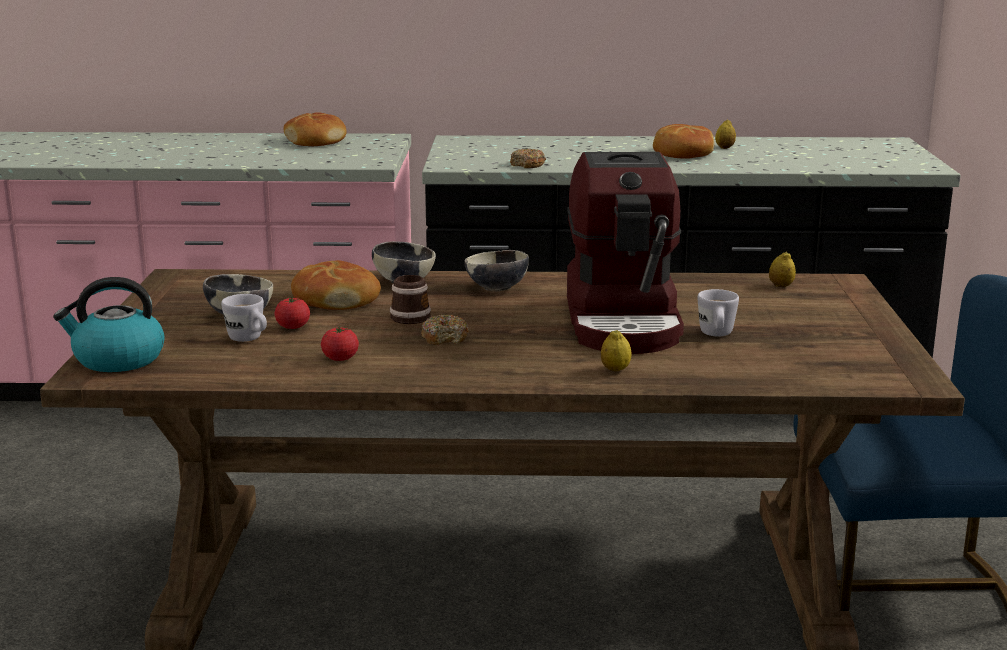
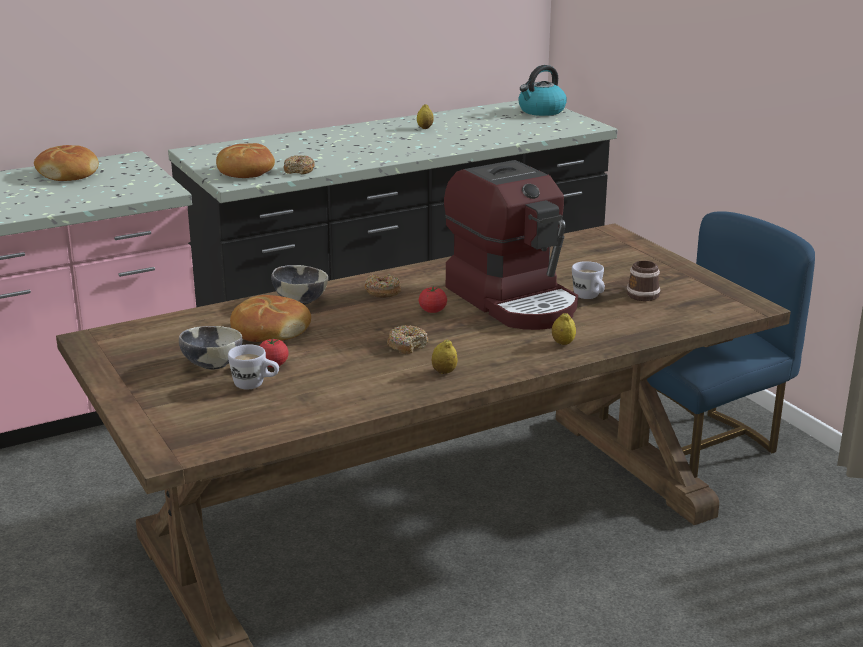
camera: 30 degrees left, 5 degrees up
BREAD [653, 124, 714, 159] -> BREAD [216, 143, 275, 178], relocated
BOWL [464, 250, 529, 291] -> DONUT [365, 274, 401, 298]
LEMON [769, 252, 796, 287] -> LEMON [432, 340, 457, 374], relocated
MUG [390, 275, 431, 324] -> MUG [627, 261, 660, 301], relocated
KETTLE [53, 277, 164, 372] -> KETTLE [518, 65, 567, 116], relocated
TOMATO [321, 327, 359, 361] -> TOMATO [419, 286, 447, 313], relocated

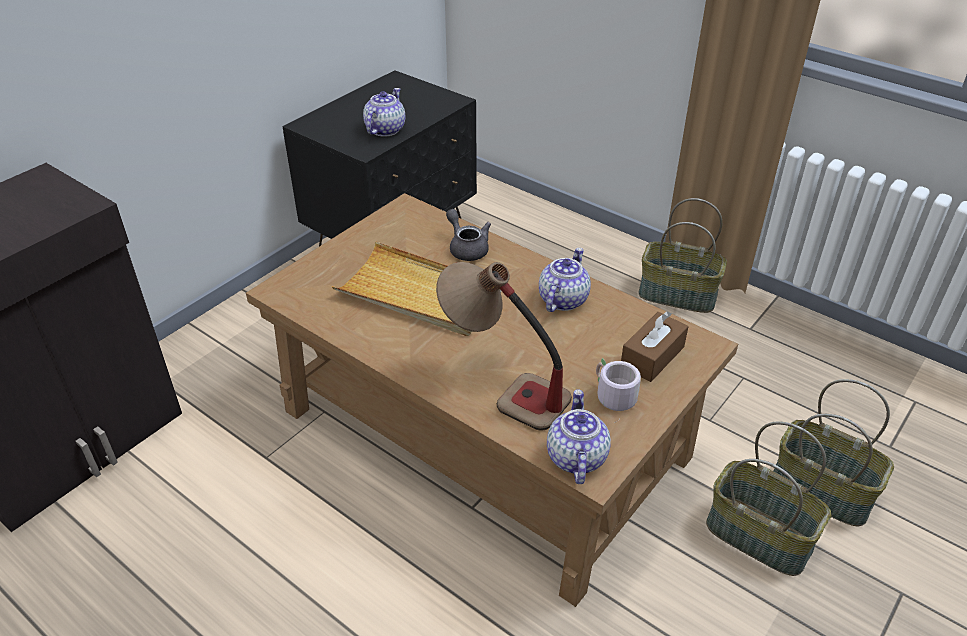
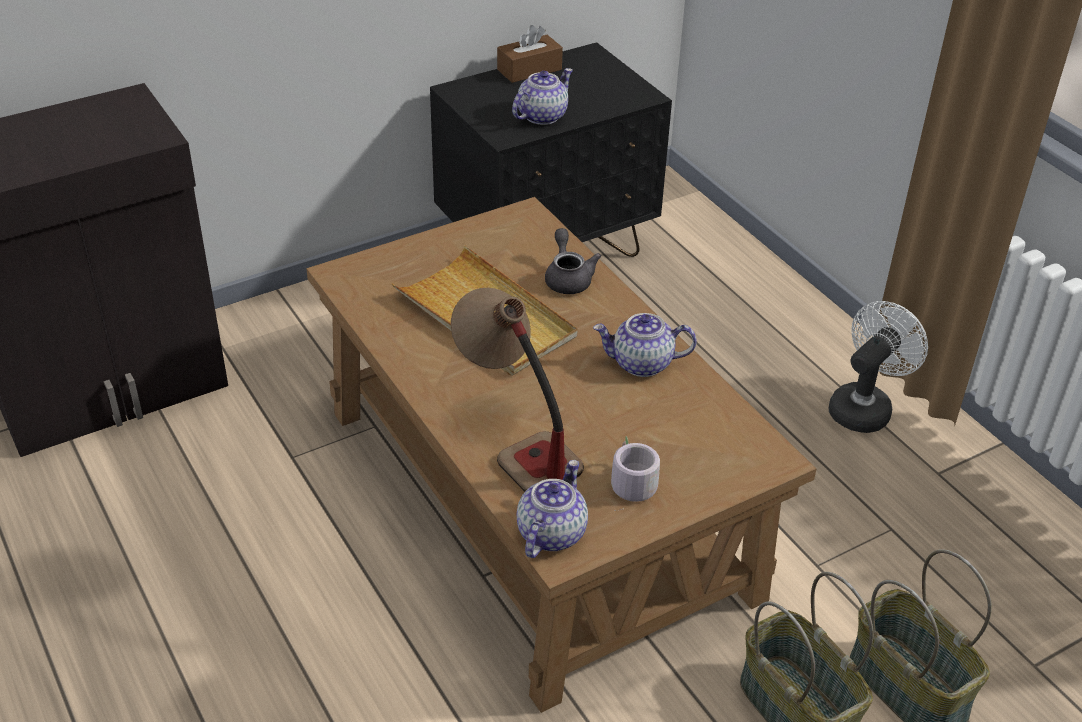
camera: 20 degrees right, 0 degrees up
BASKET [638, 198, 727, 313] -> WHITE FAN [828, 301, 928, 433]
TEAPOT [539, 248, 591, 312] -> TEAPOT [593, 313, 697, 377], 135 degrees counterclockwise
BROWN TISSUE BOX [621, 311, 689, 382] -> BROWN TISSUE BOX [497, 25, 563, 83], relocated

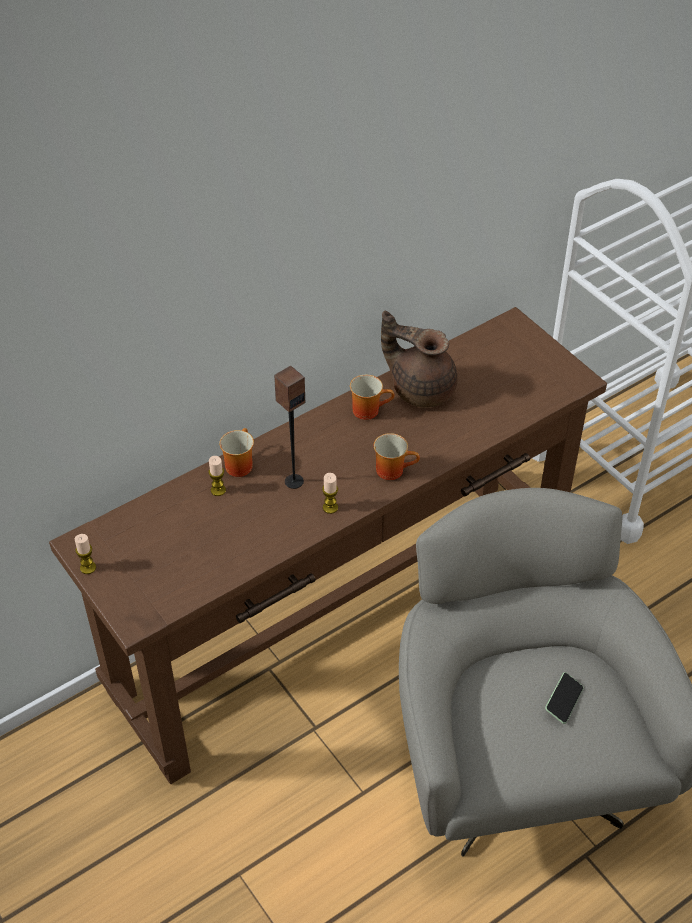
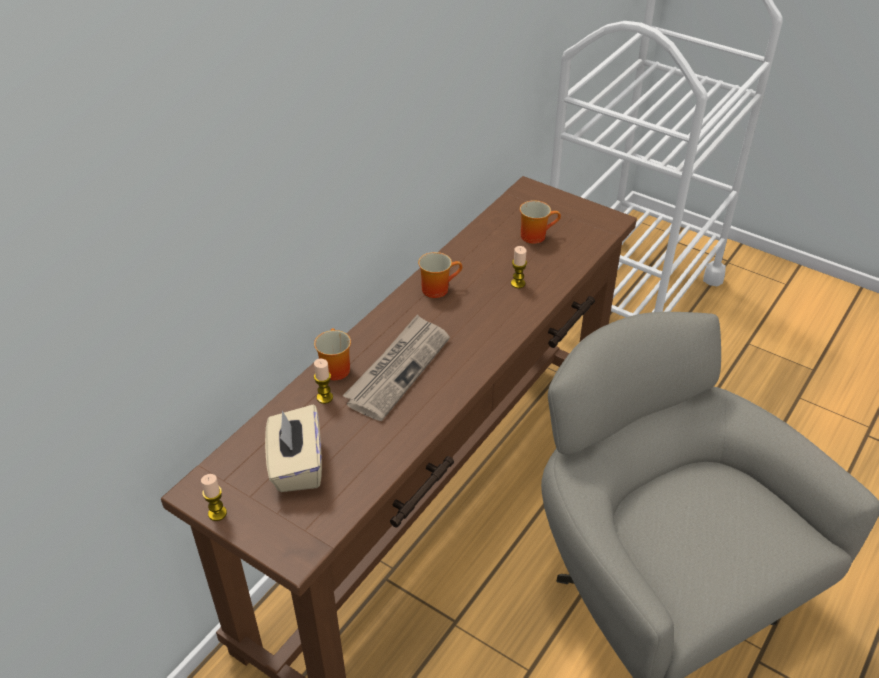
camera: 20 degrees left, 5 degrees down
BROWN TEAPOT [381, 311, 458, 408] -> none
SPEAKER [274, 366, 305, 489] -> NEWSPAPER [343, 314, 450, 421]
MUG [374, 433, 420, 480] -> MUG [520, 200, 561, 244], relocated
CANDLE [322, 473, 338, 514] -> CANDLE [511, 246, 527, 288], relocated
PHONE [545, 672, 584, 724] -> none
none -> BEIGE TISSUE BOX [265, 405, 322, 492]

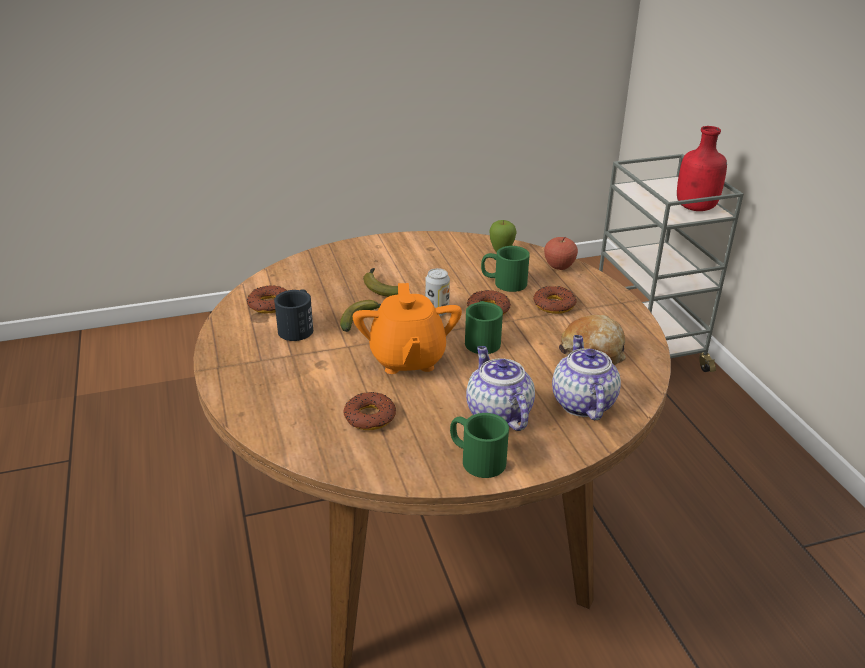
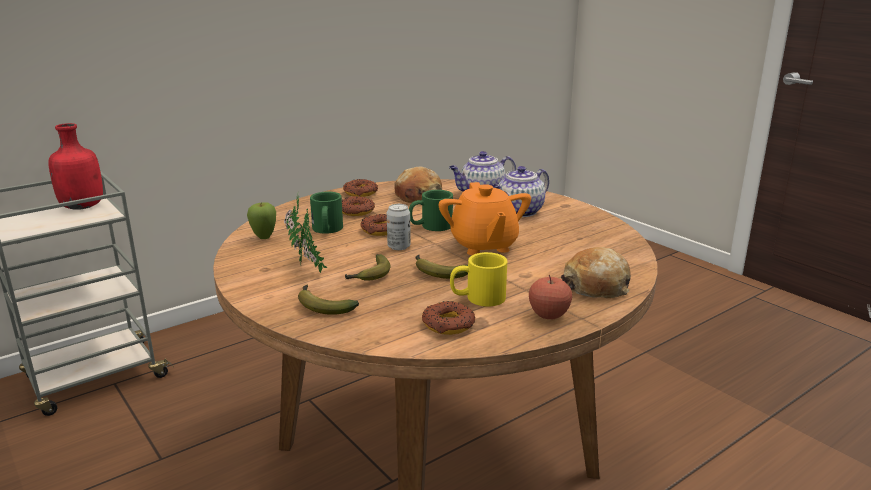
camera: 110 degrees left, 10 degrees down
APPLE [544, 236, 578, 270] -> APPLE [529, 274, 572, 319], relocated
ORANGE TEAPOT [353, 283, 462, 374] -> ORANGE TEAPOT [439, 182, 531, 255], 105 degrees clockwise
BLACK MUG [274, 289, 313, 341] -> YELLOW MUG [450, 252, 507, 306]
DONUT [343, 392, 396, 430] -> DONUT [343, 179, 378, 197], relocated
GREEN MUG [450, 413, 509, 478] -> none
none -> POTTED PLANT [284, 193, 328, 273]
none -> BREAD [561, 247, 631, 298]
none -> BANANA [298, 285, 359, 315]

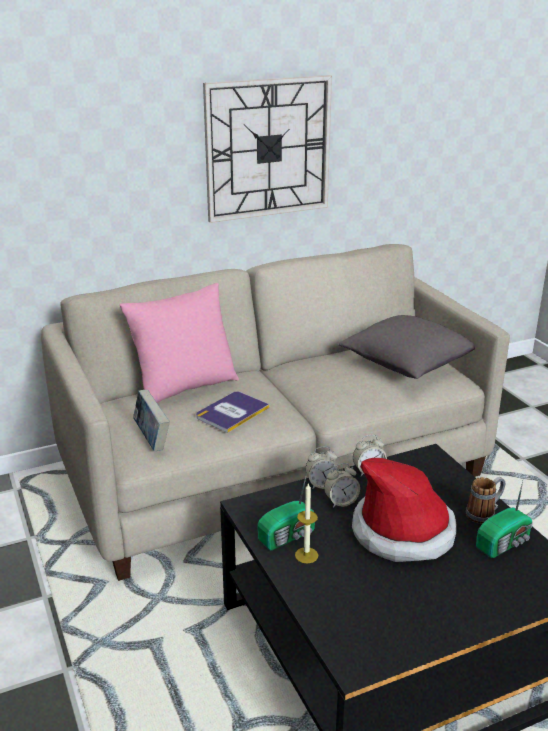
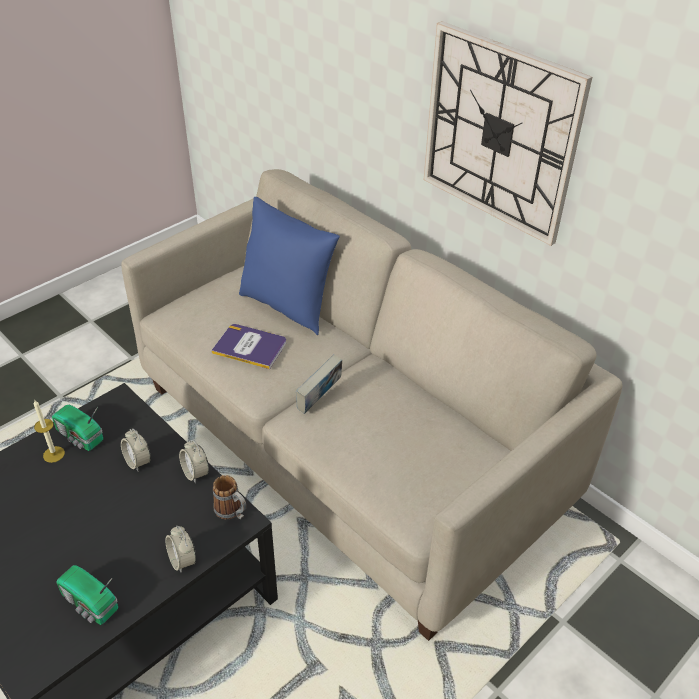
camera: 70 degrees right, 15 degrees up
PINK PILLOW [120, 283, 239, 403] -> BLUE PILLOW [239, 197, 340, 335]
GREY PILLOW [339, 315, 475, 379] -> none
BOOK [133, 390, 170, 451] -> BOOK [296, 354, 342, 414], relocated
ALARM CLOCK [305, 446, 339, 489] -> ALARM CLOCK [165, 526, 196, 573], relocated
HAT [352, 458, 457, 562] -> none
MUG [466, 477, 505, 524] -> MUG [213, 475, 247, 519], relocated

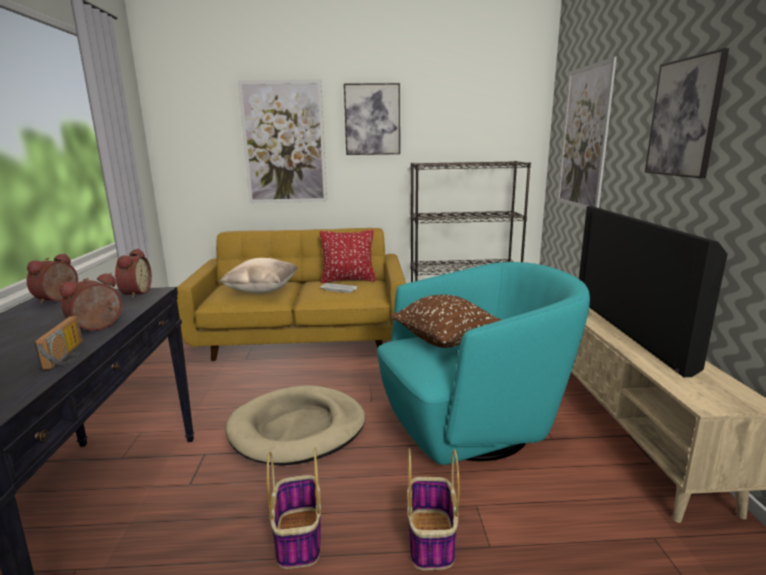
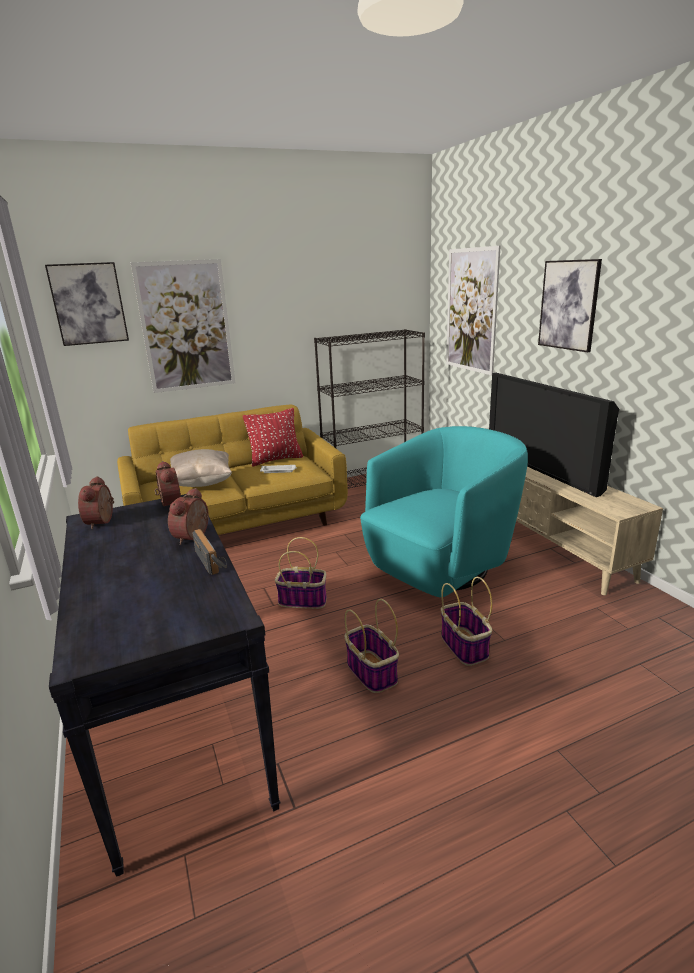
camera: 20 degrees left, 5 degrees up
PICTURE [344, 83, 400, 155] -> PICTURE [45, 262, 129, 346], relocated
BROWN PILLOW [390, 295, 502, 348] -> none
BEIGE DOG BED [225, 386, 365, 466] -> BASKET [275, 537, 327, 609]

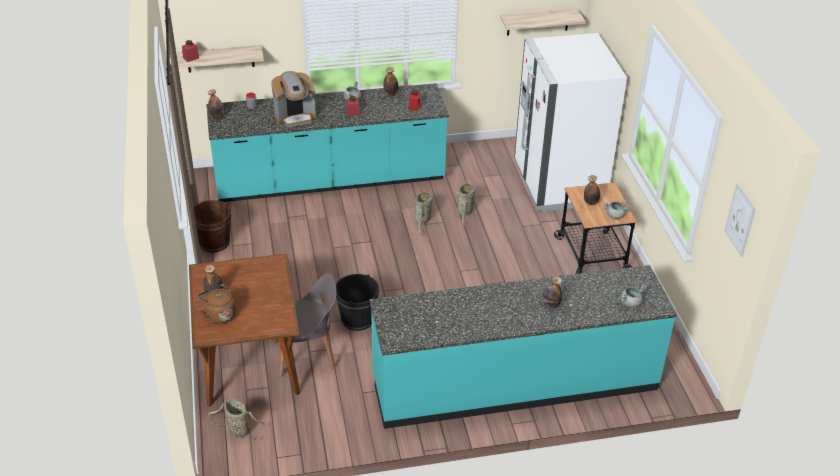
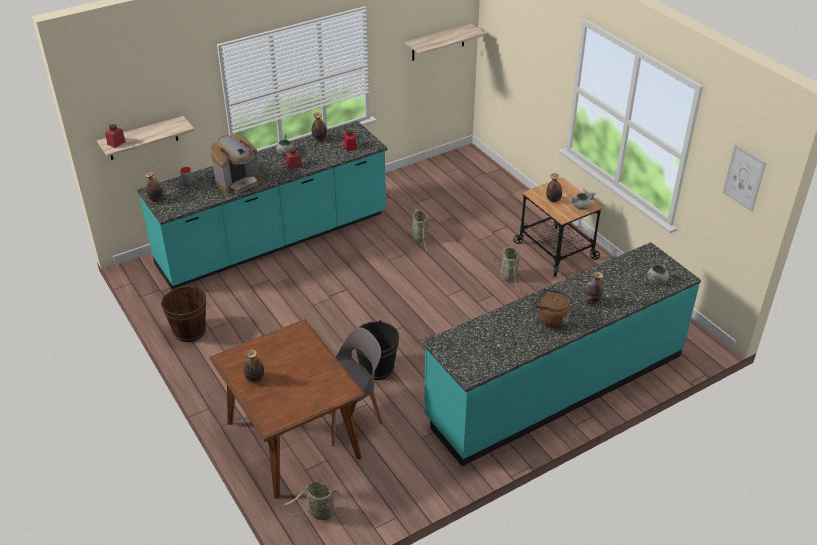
camera: 20 degrees left, 0 degrees up
WHITE FRIDGE [514, 33, 627, 211] -> none
BASKET [413, 189, 432, 235] -> BASKET [491, 246, 521, 292], relocated
BROWN KETTLE [198, 284, 236, 324] -> BROWN KETTLE [534, 289, 570, 329], relocated

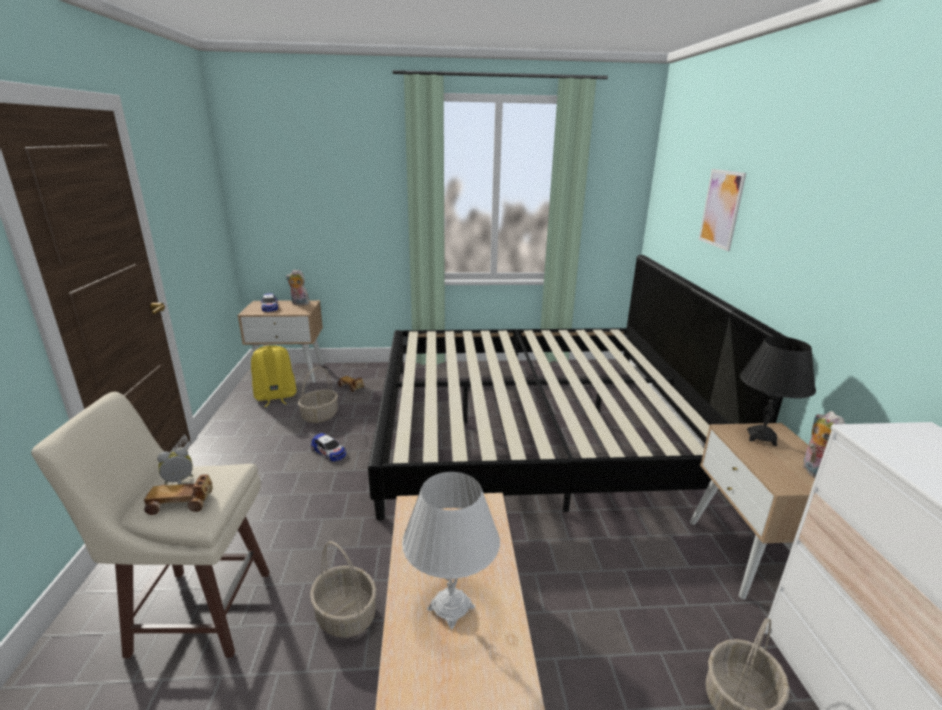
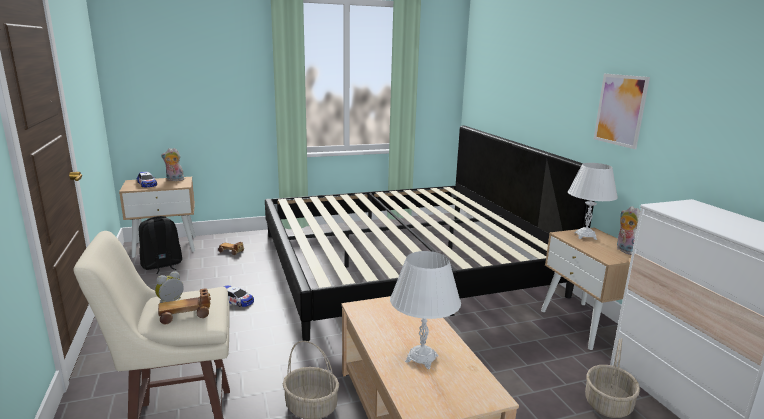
camera: 15 degrees left, 5 degrees down
PICTURE [698, 169, 746, 251] -> PICTURE [594, 74, 650, 149], relocated
BLACK TABLE LAMP [740, 336, 816, 446] -> WHITE TABLE LAMP [568, 163, 618, 240]
YELLOW BACKPACK [251, 345, 297, 407] -> BLACK BACKPACK [139, 216, 182, 274]
BASKET [298, 367, 338, 423] -> none

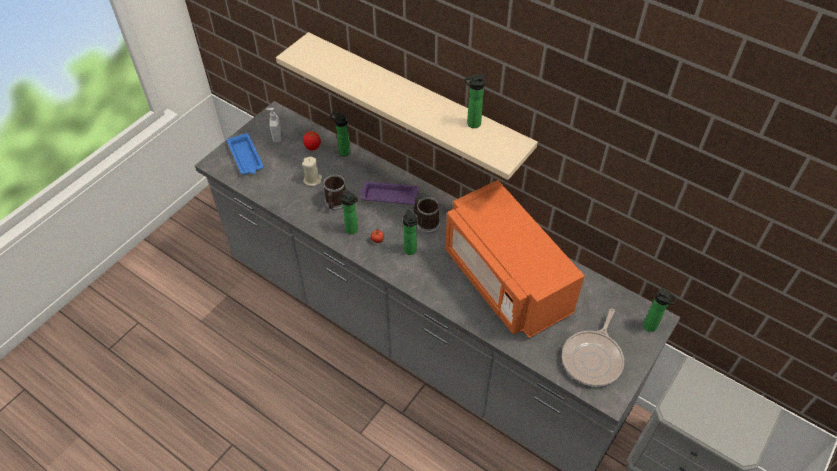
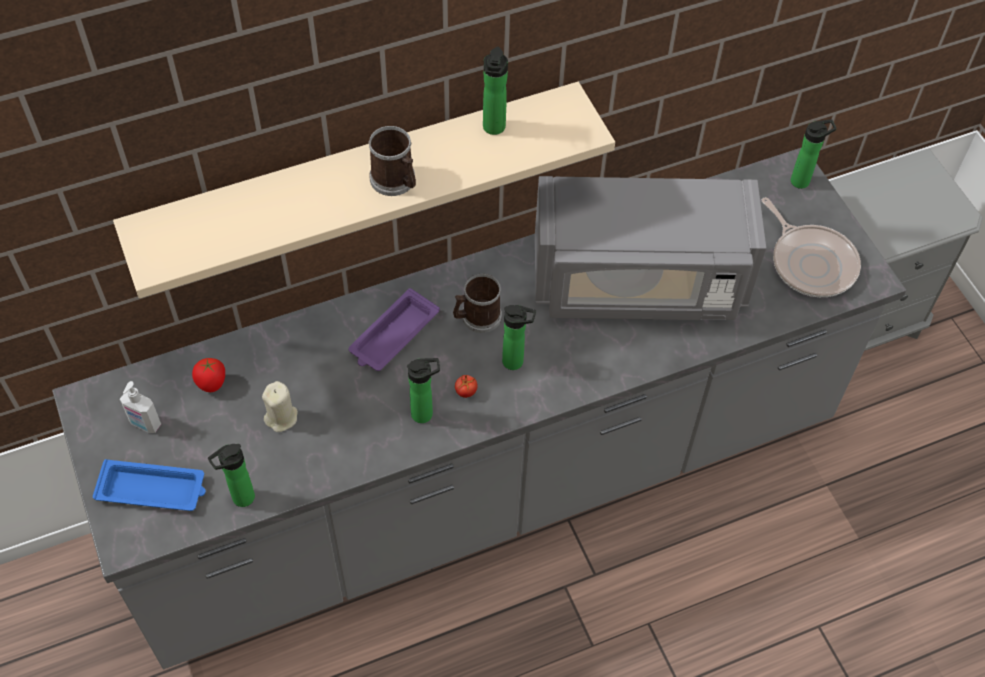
camera: 60 degrees left, 5 degrees up
BOTTLE [330, 112, 350, 156] -> BOTTLE [208, 444, 255, 507], relocated
MUG [323, 174, 346, 210] -> MUG [368, 126, 416, 196], relocated
ORANGE MICROWAVE [445, 180, 585, 338] -> GREY MICROWAVE [535, 176, 766, 320]

